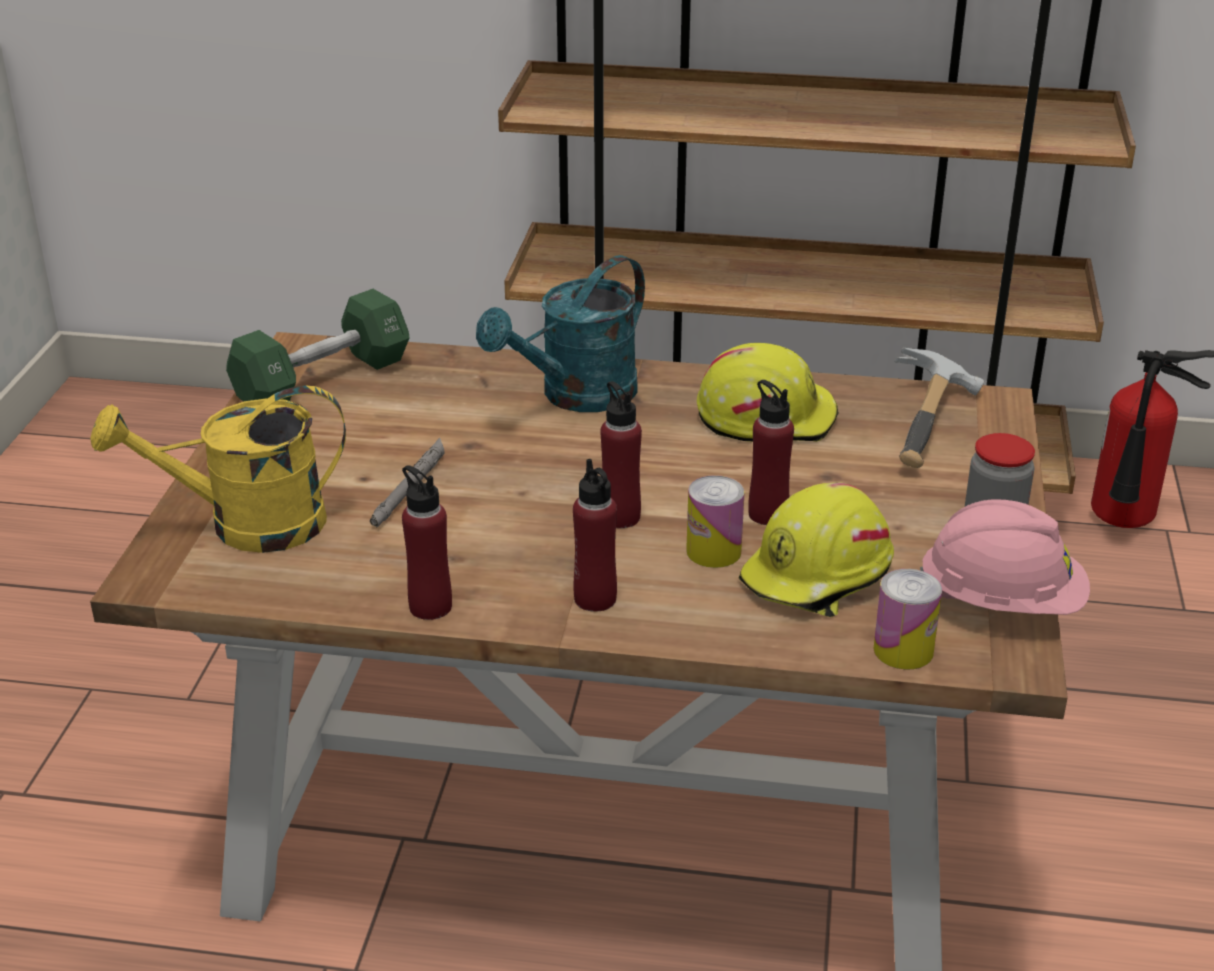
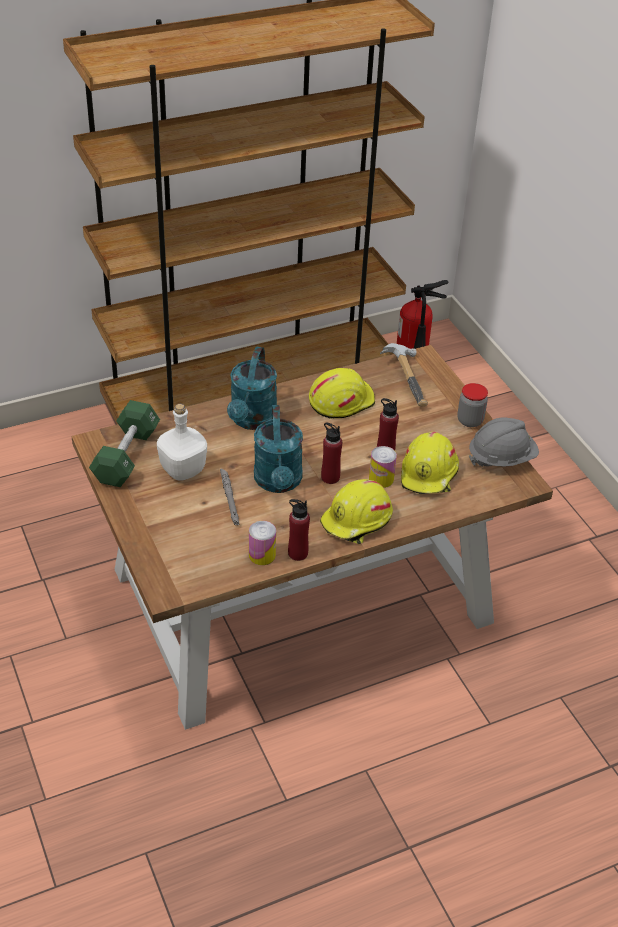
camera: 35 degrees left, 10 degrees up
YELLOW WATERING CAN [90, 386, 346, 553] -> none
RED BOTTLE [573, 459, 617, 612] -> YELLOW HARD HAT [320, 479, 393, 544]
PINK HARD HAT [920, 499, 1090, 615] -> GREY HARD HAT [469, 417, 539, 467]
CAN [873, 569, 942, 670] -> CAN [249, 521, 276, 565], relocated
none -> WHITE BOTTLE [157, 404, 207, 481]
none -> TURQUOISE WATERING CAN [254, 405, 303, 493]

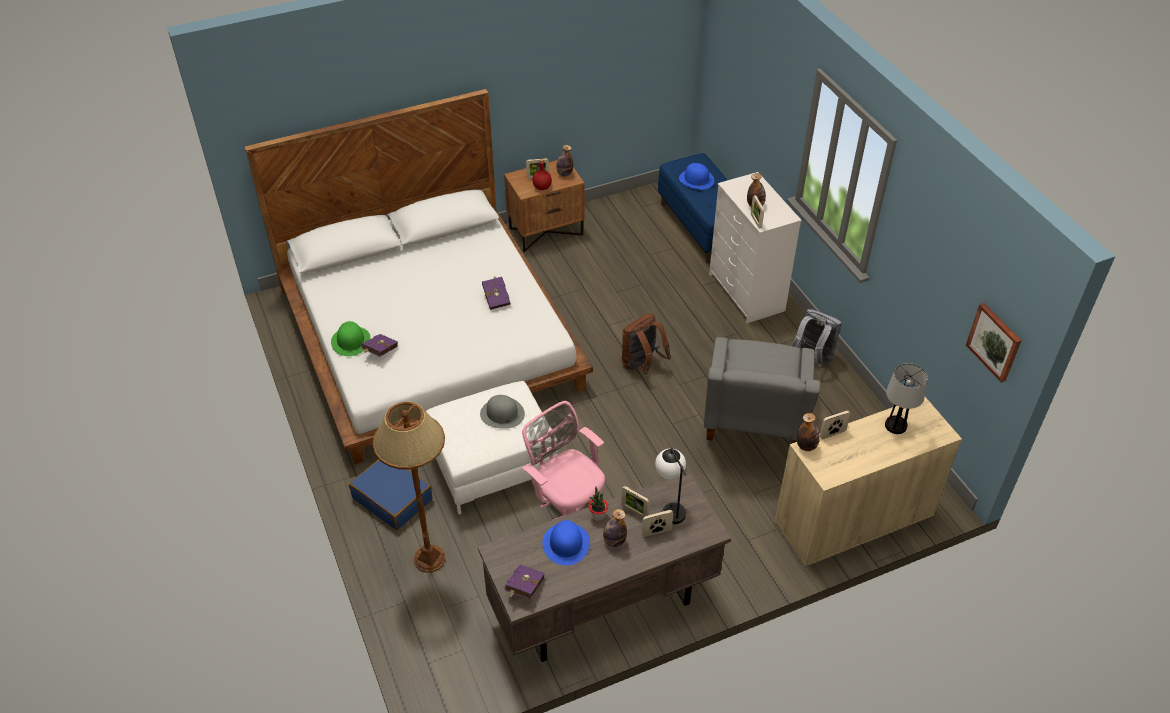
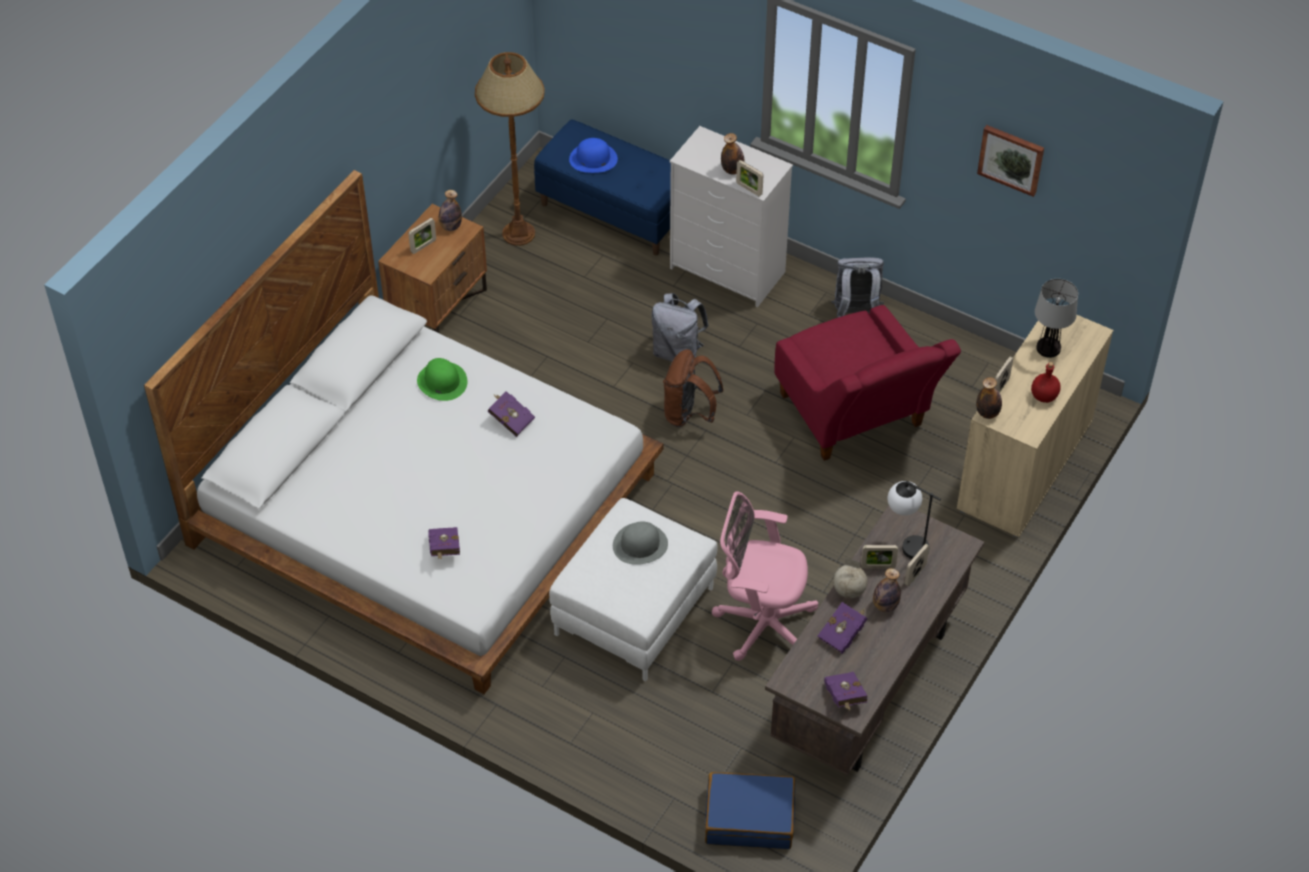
camera: 35 degrees left, 5 degrees up
RED BOTTLE [532, 159, 552, 190] -> RED BOTTLE [1031, 362, 1061, 403], relocated
PICTURE [966, 303, 1022, 383] -> PICTURE [977, 125, 1044, 197], relocated
GREEN HAT [331, 321, 370, 356] -> GREEN HAT [417, 358, 467, 401], relocated
GREY ARMCHAIR [704, 337, 821, 443] -> RED ARMCHAIR [774, 305, 961, 461]
BROWN FLOOR LAMP [373, 402, 445, 573] -> BROWN FLOOR LAMP [475, 52, 545, 246], relocated
BLUE SUITCASE [349, 459, 432, 530] -> BLUE SUITCASE [705, 772, 795, 849], relocated
POTTED PLANT [589, 487, 608, 521] -> GLOBE [834, 558, 867, 598]
BLUE HAT [542, 520, 590, 565] -> PURPLE BOOK [818, 602, 867, 654]
none -> GREY BACKPACK [652, 293, 709, 362]

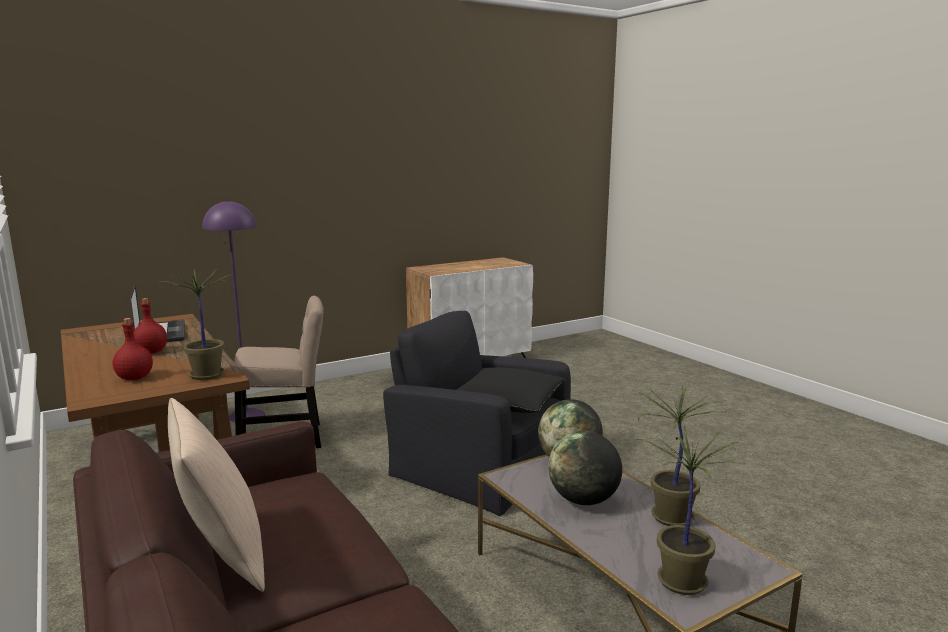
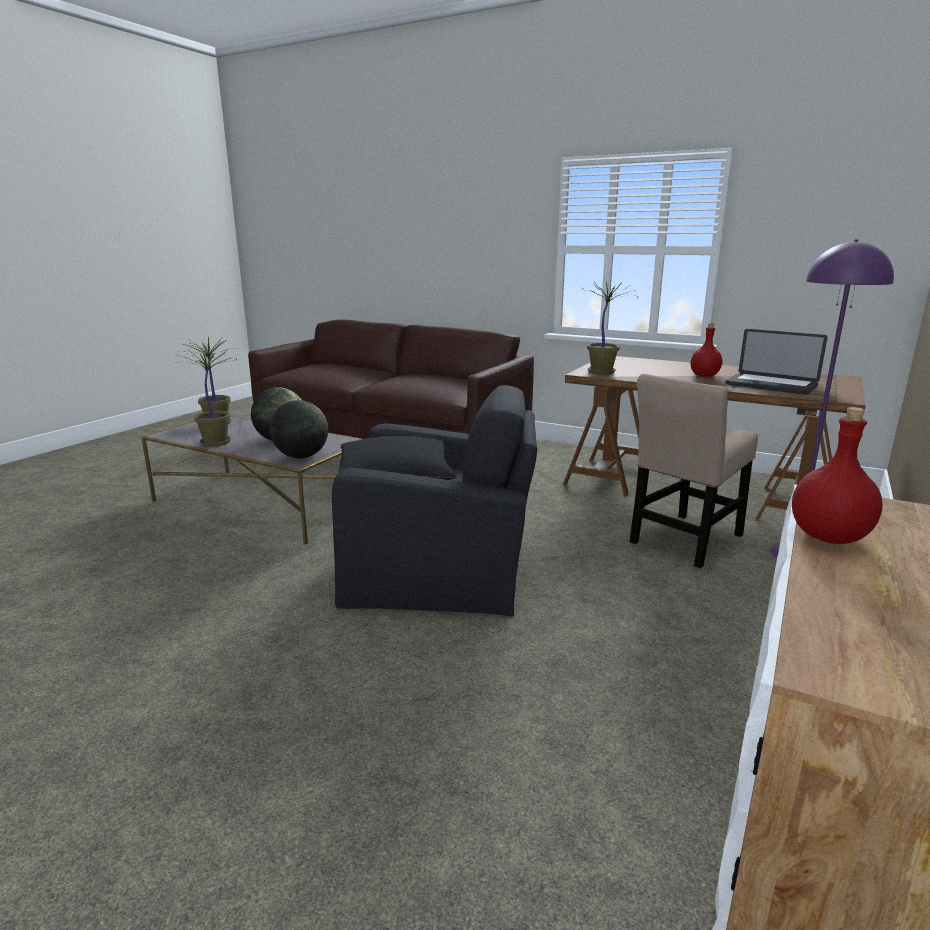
camera: 150 degrees right, 5 degrees up
RED BOTTLE [113, 318, 153, 380] -> RED BOTTLE [792, 407, 883, 544], relocated
BEIGE PILLOW [168, 398, 265, 592] -> none

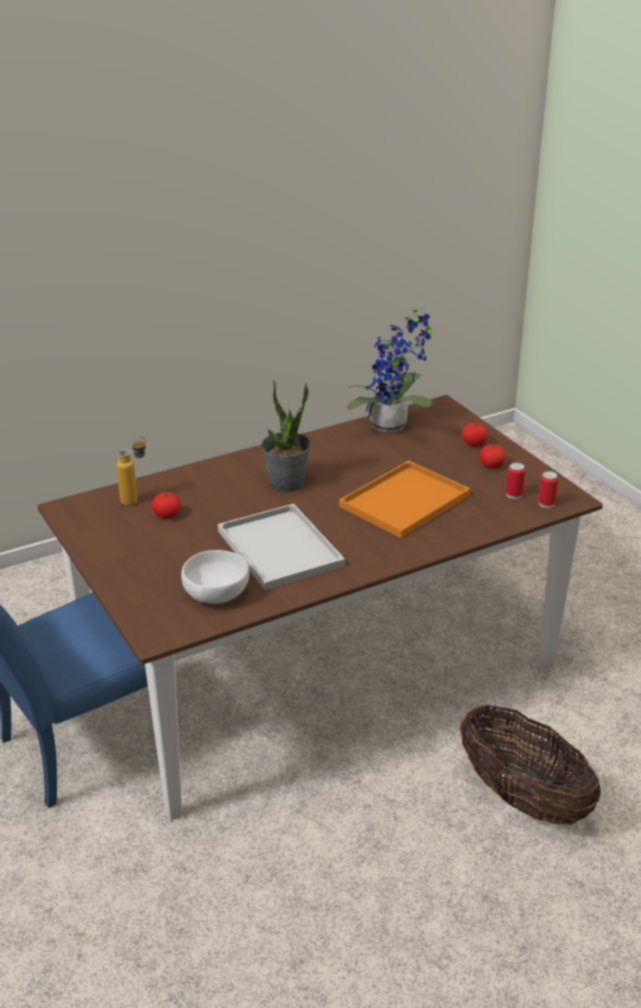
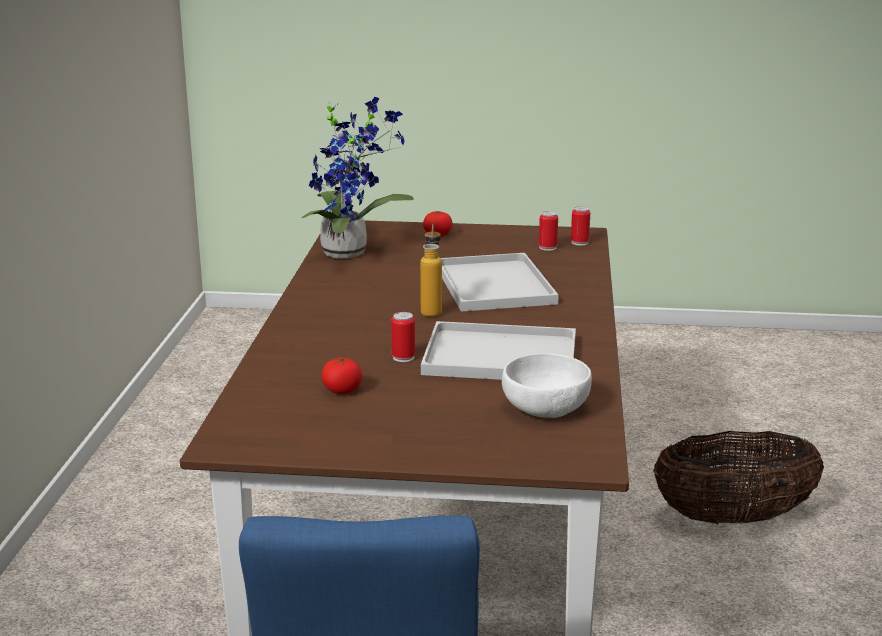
camera: 55 degrees left, 10 degrees down
POTTED PLANT [261, 380, 311, 492] -> none
BOTTLE [117, 437, 146, 506] -> BOTTLE [420, 224, 442, 317], relocated
TOMATO [479, 444, 505, 468] -> none
ORANGE TRAY [339, 461, 471, 538] -> WHITE TRAY [441, 253, 559, 312]
none -> CAN [391, 312, 415, 362]

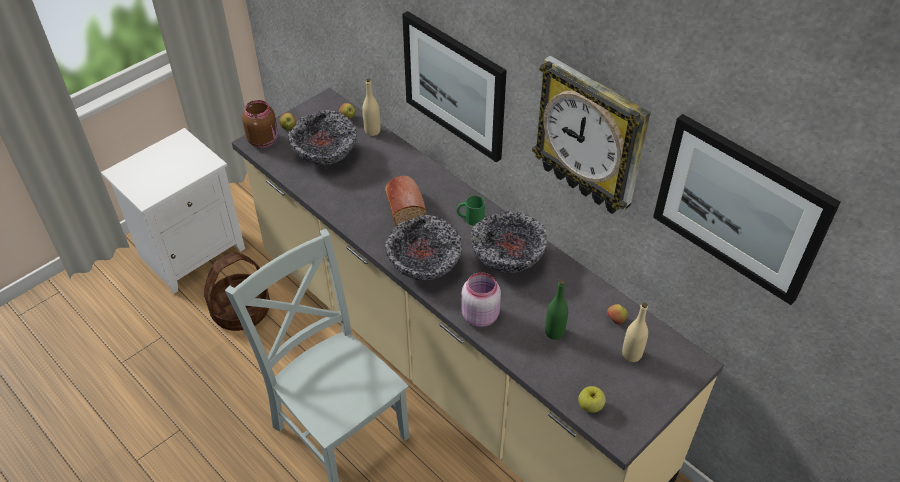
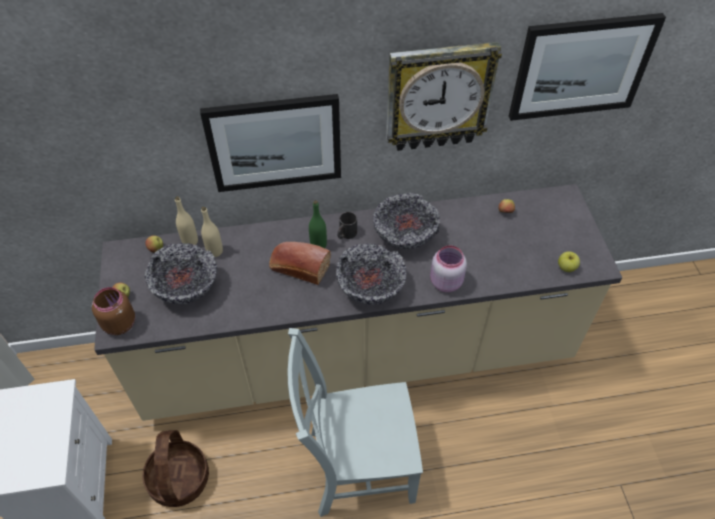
camera: 55 degrees left, 5 degrees up
GREEN MUG [457, 195, 485, 226] -> BLACK MUG [337, 212, 357, 239]
GREEN BOTTLE [545, 280, 568, 340] -> GREEN BOTTLE [309, 200, 327, 248], relocated
BEIGE BOTTLE [622, 303, 648, 362] -> BEIGE BOTTLE [201, 207, 223, 257], relocated

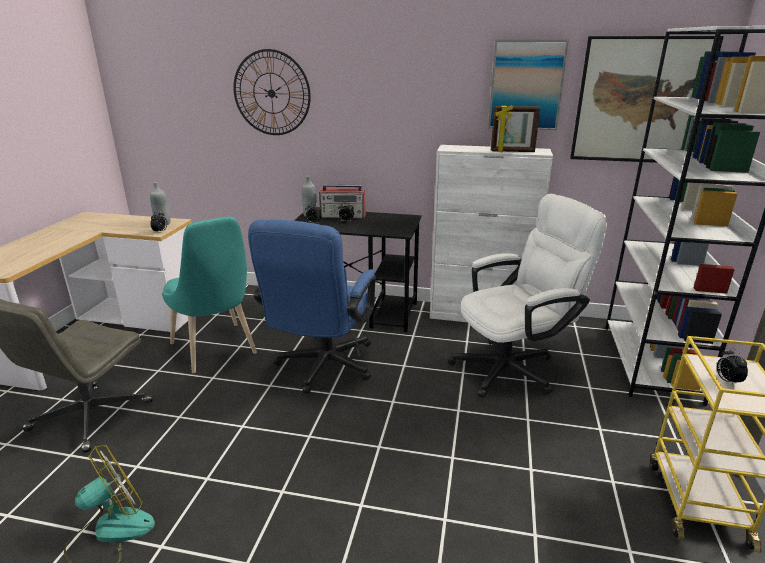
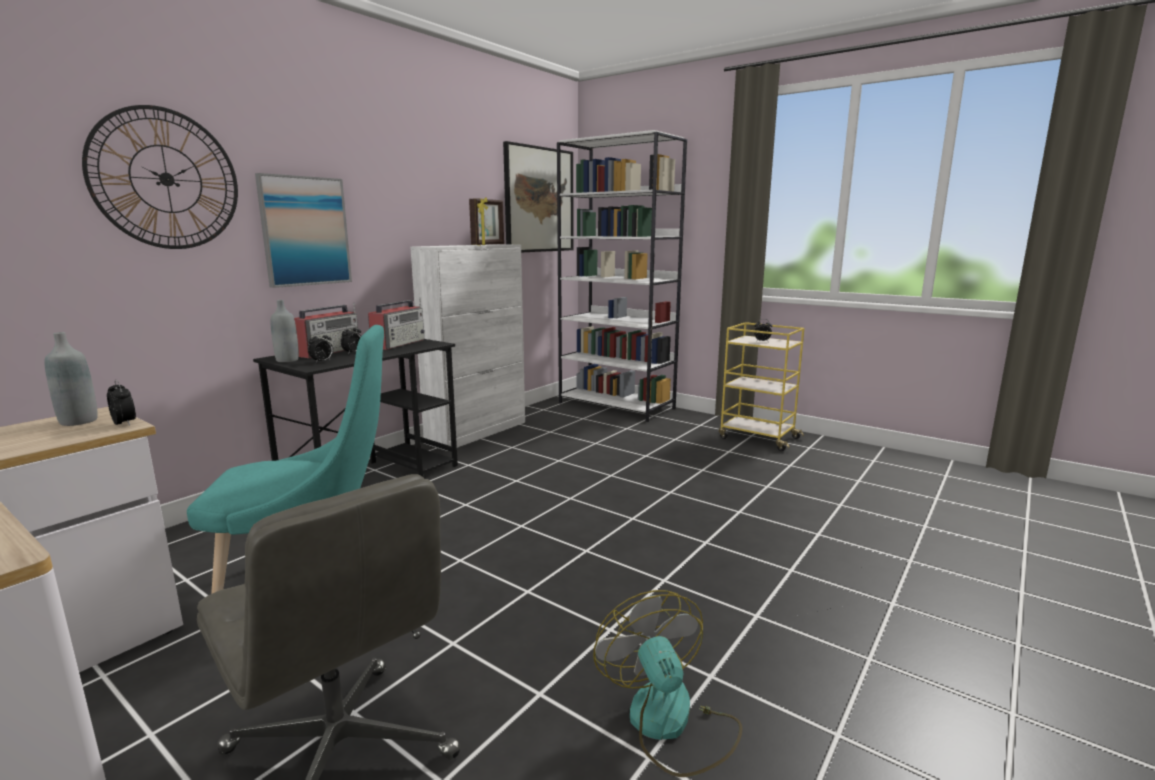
camera: 65 degrees left, 10 degrees down
PICTURE [488, 40, 569, 130] -> PICTURE [255, 173, 352, 288], relocated
WHITE OFFICE CHAIR [448, 194, 607, 398] -> none
BLUE OFFICE CHAIR [248, 220, 376, 394] -> none
none -> RADIO [368, 298, 425, 350]

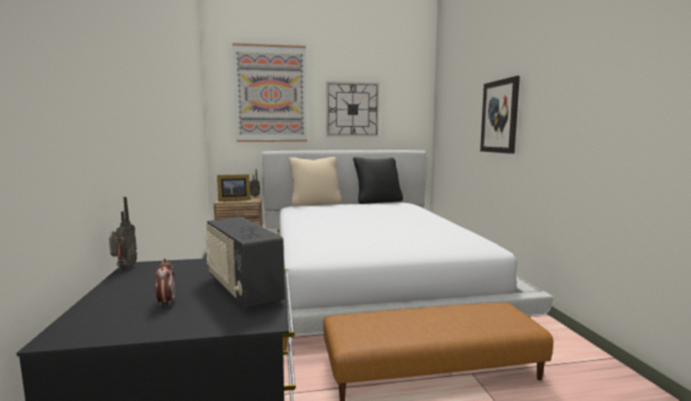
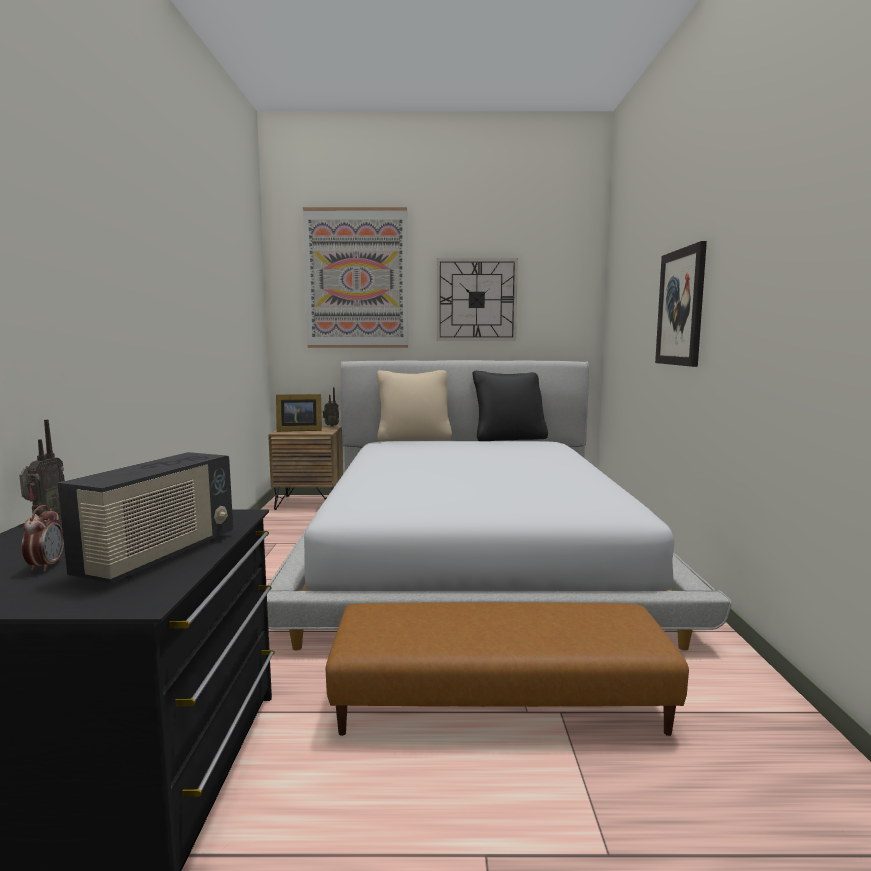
camera: 10 degrees right, 0 degrees up
RADIO [205, 217, 285, 309] -> RADIO [58, 452, 233, 583], 135 degrees counterclockwise

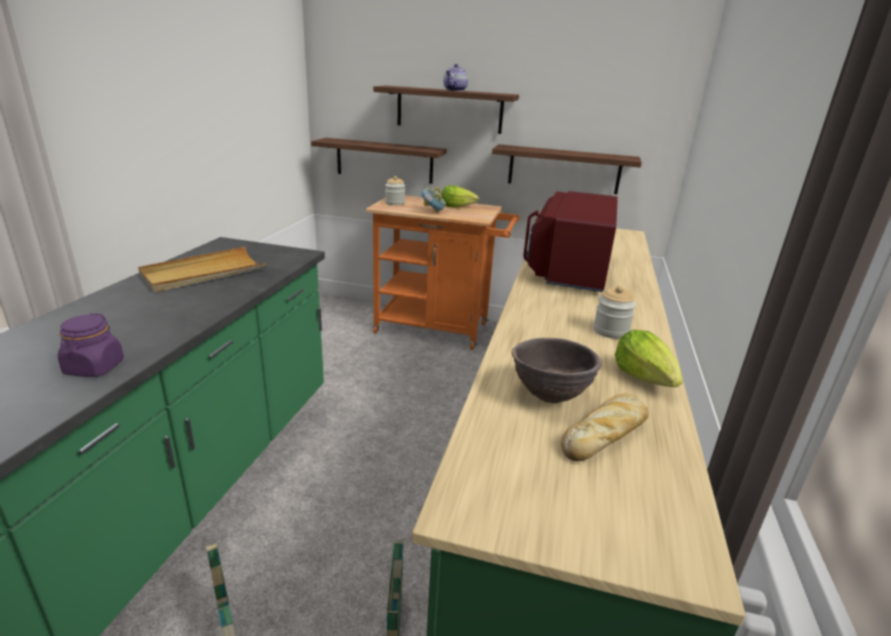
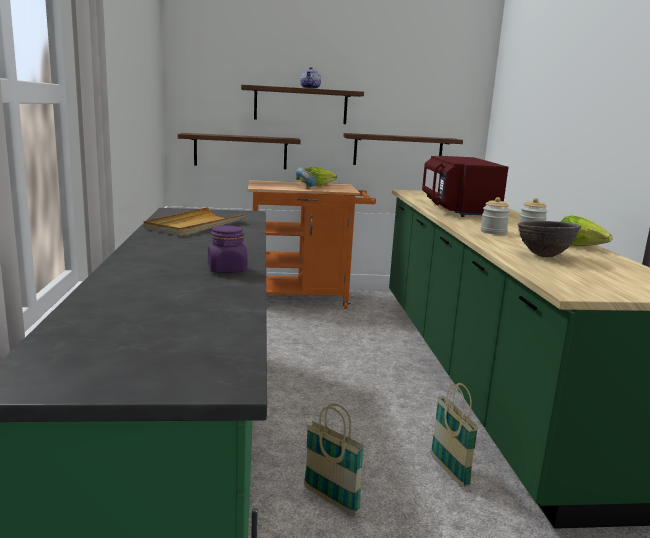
camera: 20 degrees left, 10 degrees down
JAR [385, 176, 405, 205] -> JAR [481, 197, 510, 235], relocated
BREAD [561, 394, 649, 461] -> none

